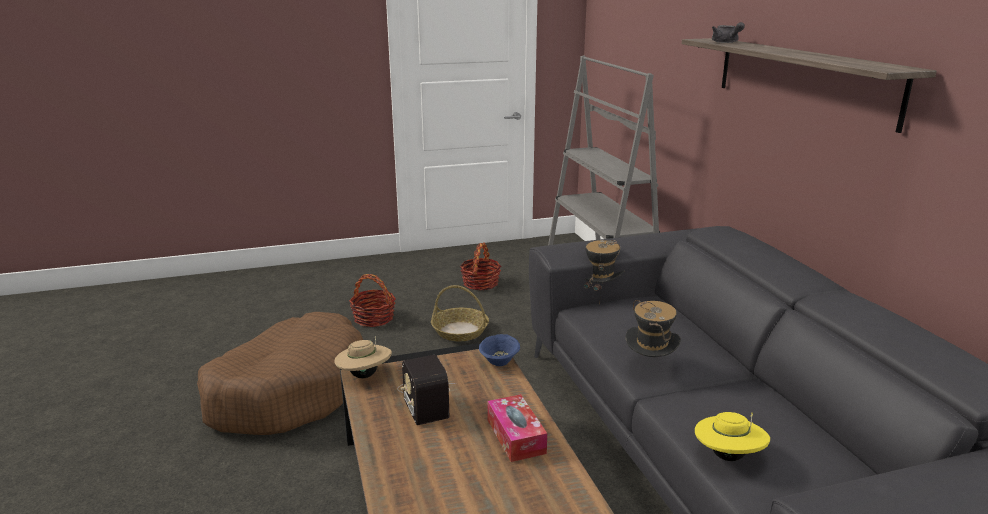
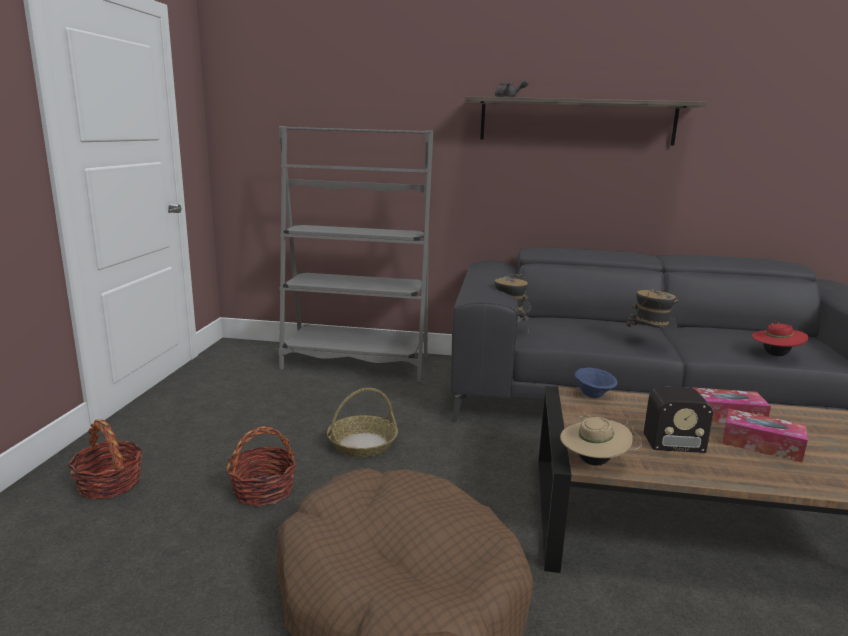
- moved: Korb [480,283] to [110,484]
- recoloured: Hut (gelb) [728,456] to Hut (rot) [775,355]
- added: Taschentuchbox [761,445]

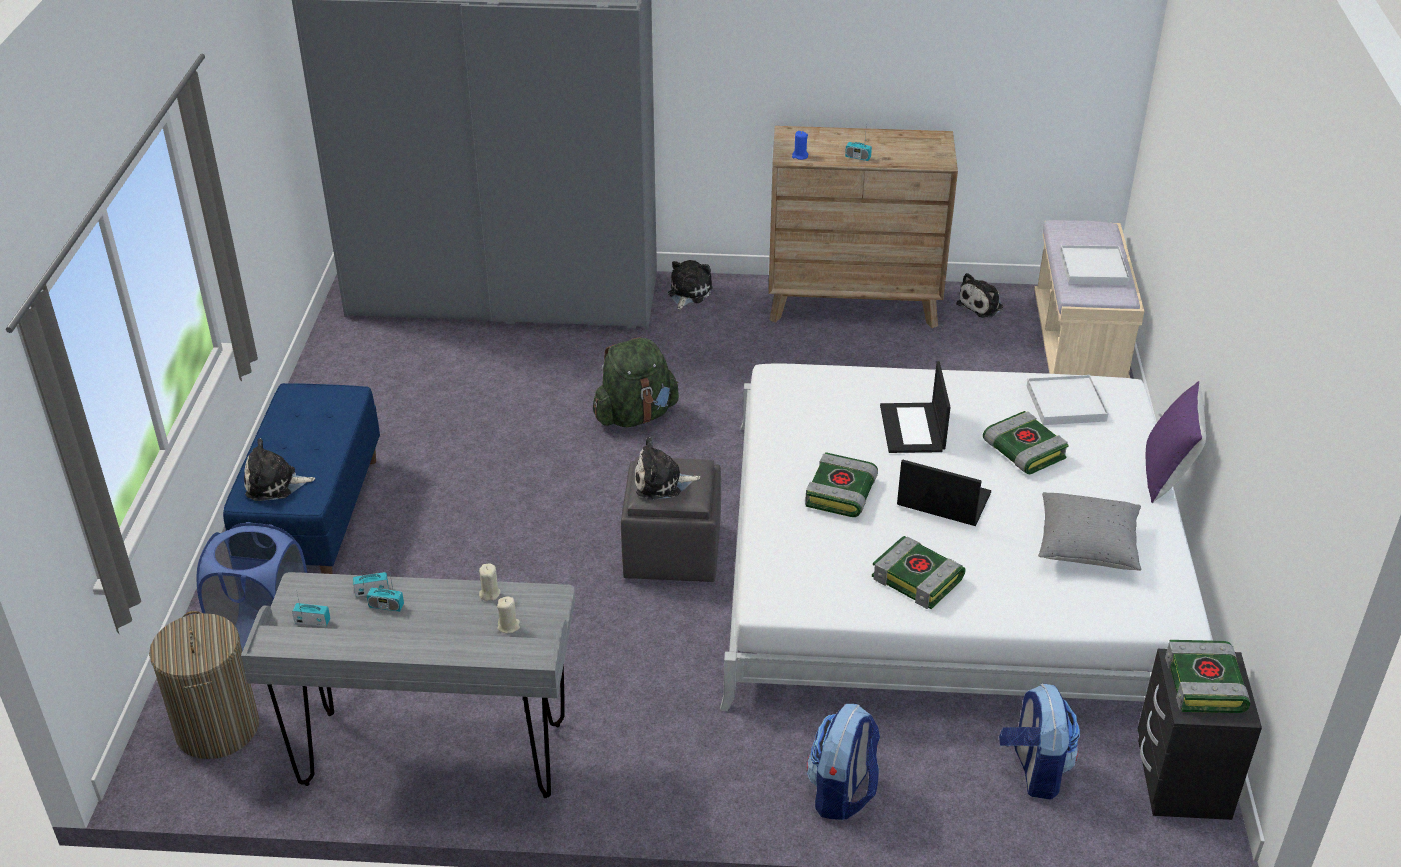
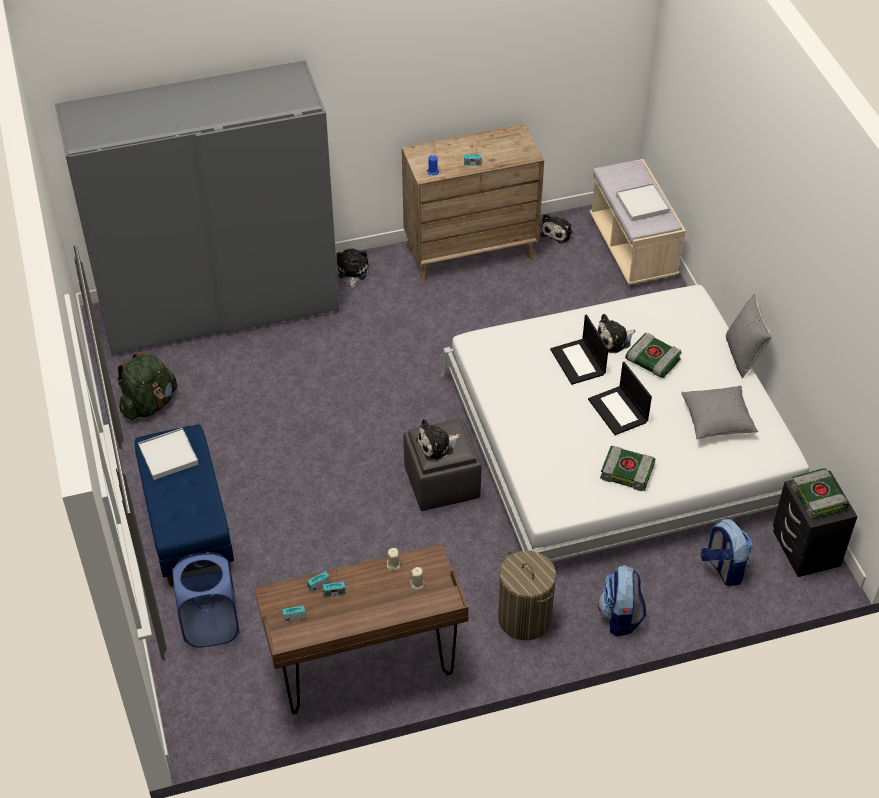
- moved: Wäschekorb [217,728] to [524,618]
- recoloured: Schreibtisch (grau) [434,756] to Schreibtisch (braun) [365,669]
- moved: Plüschtier [275,484] to [614,340]
- moved: Rucksack (grün) [636,415] to [149,404]
- removed: Buch [841,494]
- turned: Laptop [942,500] = [618,411] 120 degrees counterclockwise
- moved: Tablett (weiß) [1065,403] to [168,456]
- recoloured: Kissen (lila) [1167,476] to Kissen (grau) [743,355]

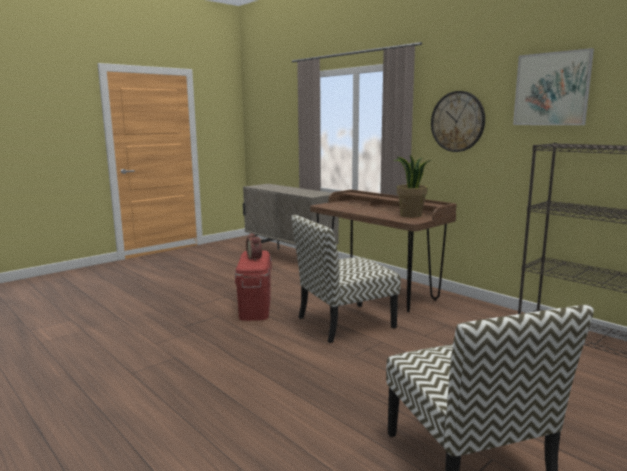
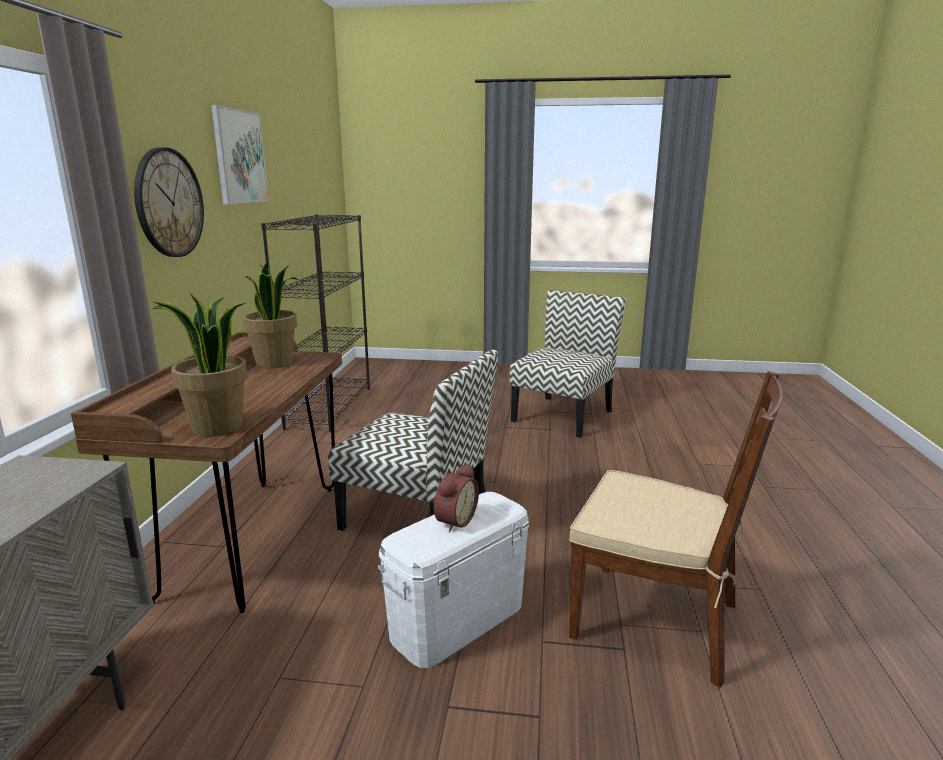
- recoloured: Aufbewahrungsbox (rot) [255,308] to Aufbewahrungsbox (weiß) [458,620]
- added: Topfpflanze [217,427]
- added: Stuhl (braun) [656,620]

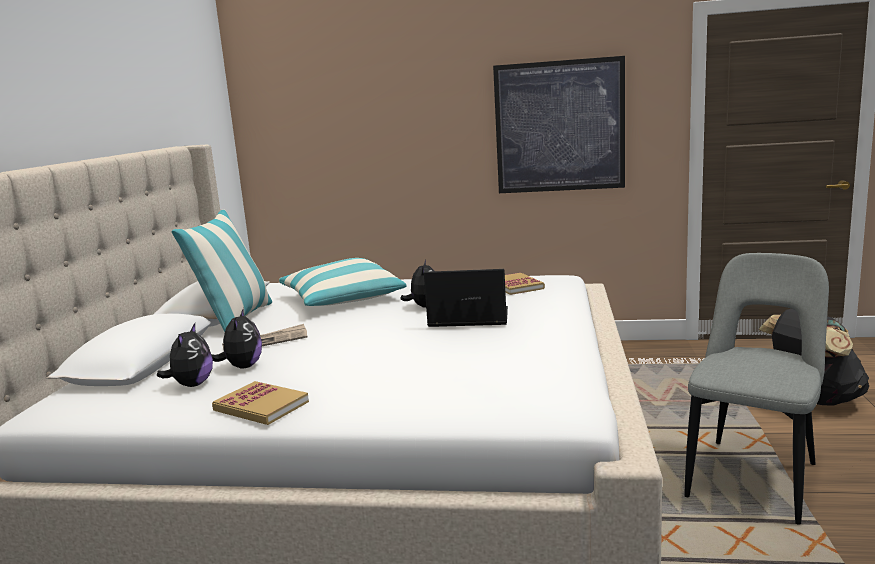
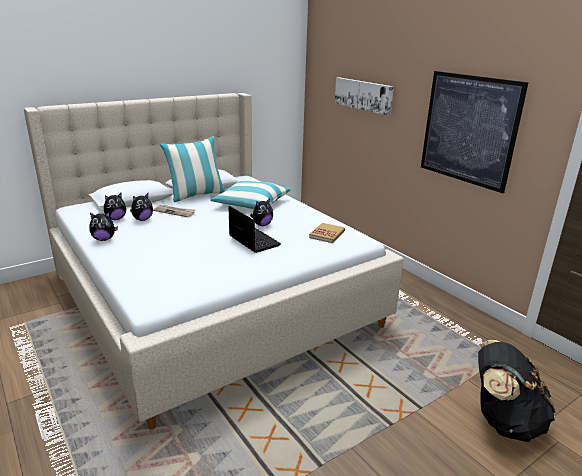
- replaced: Buch [261,406] to Plüschtier [104,239]
- removed: Stuhl (grau) [754,476]
- added: Bild [363,95]

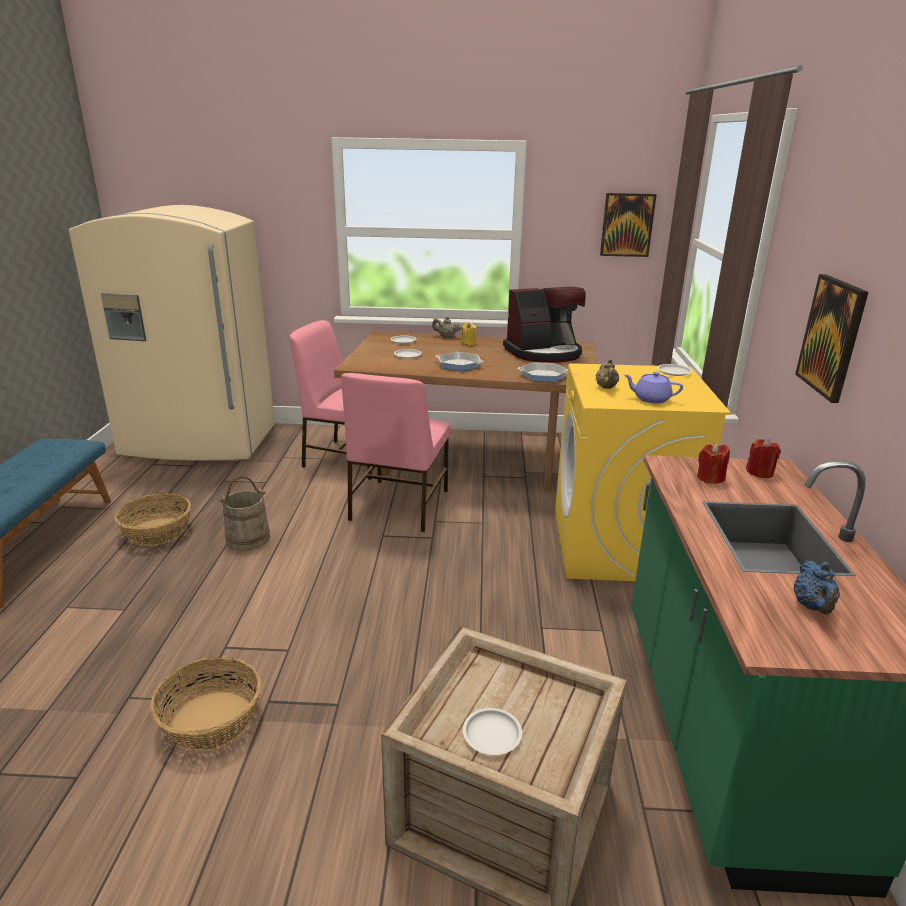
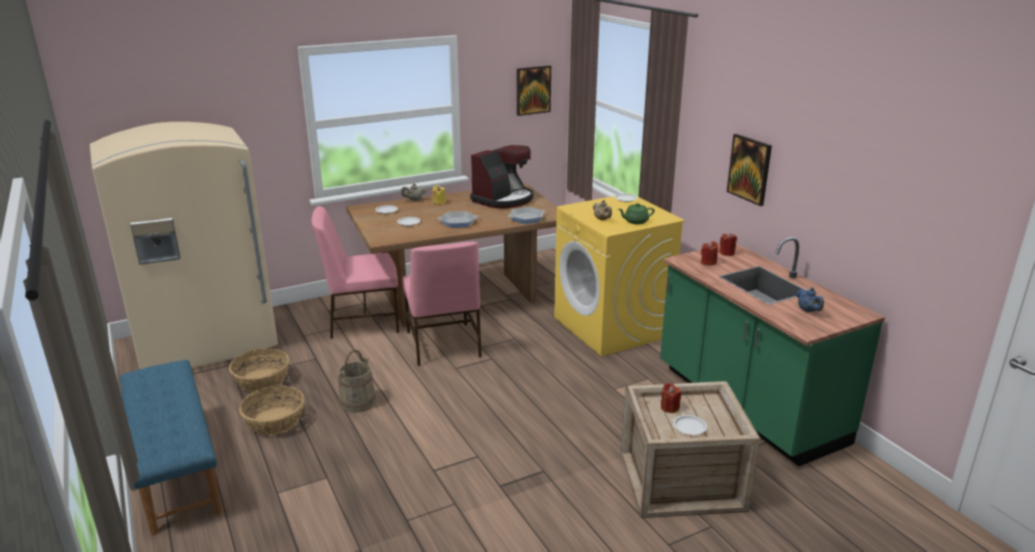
- moved: Korb [211,721] to [262,381]
- recoloured: Teekanne (lila) [650,399] to Teekanne (grün) [635,221]
- added: Kerze (rot) [669,408]

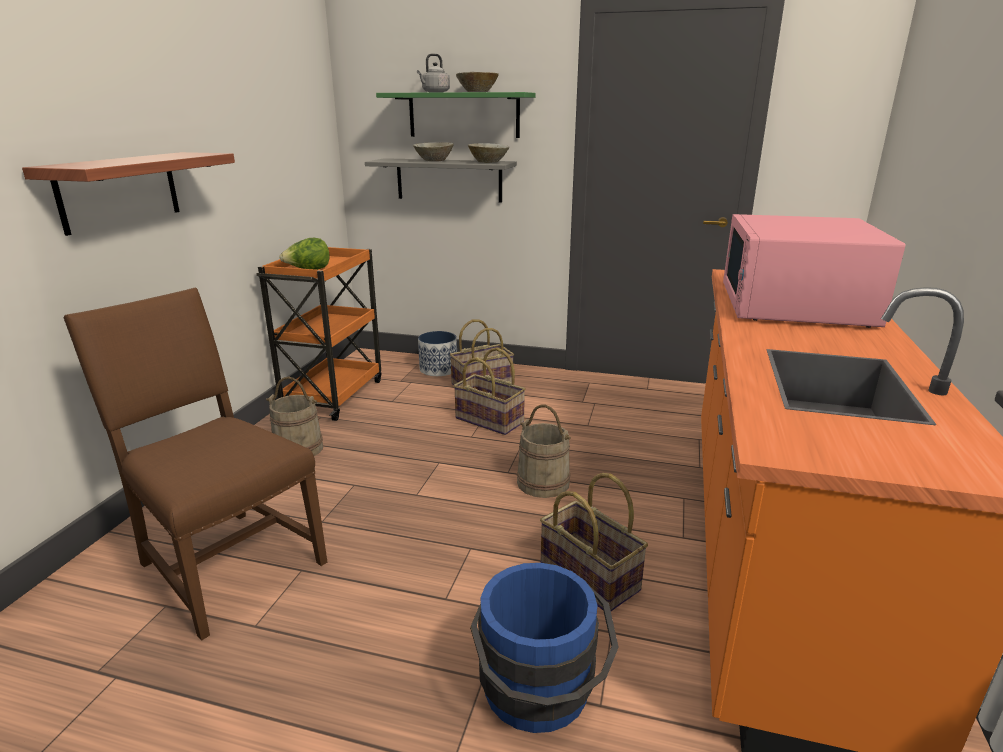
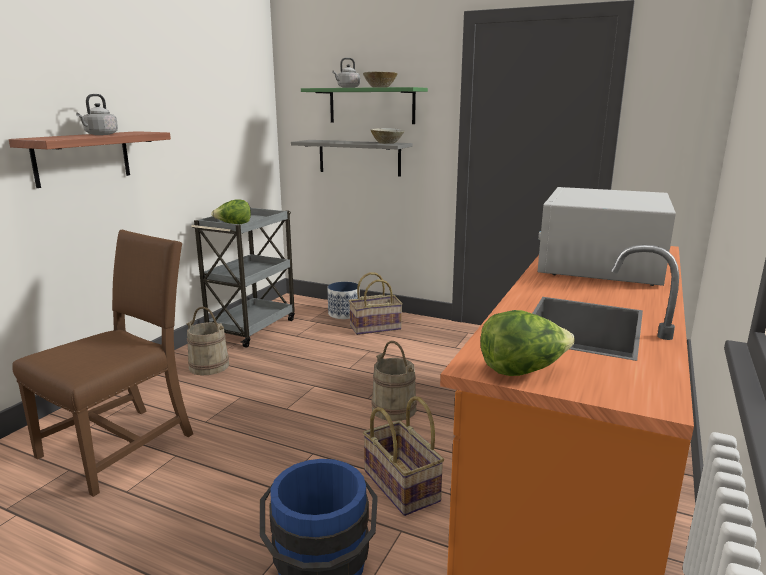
- turned: Stuhl (braun) [226,563] = [123,444] 75 degrees clockwise
- recoloured: Rollwagen (orange) [333,395] to Rollwagen (grau) [252,328]
- removed: Schüssel (beige) [434,161]
- removed: Korb [490,420]
- recoloured: Mikrowelle (rosa) [793,305] to Mikrowelle (weiß) [600,265]
- added: Wasserkessel (grau) [100,134]
- added: Salatkopf [522,371]

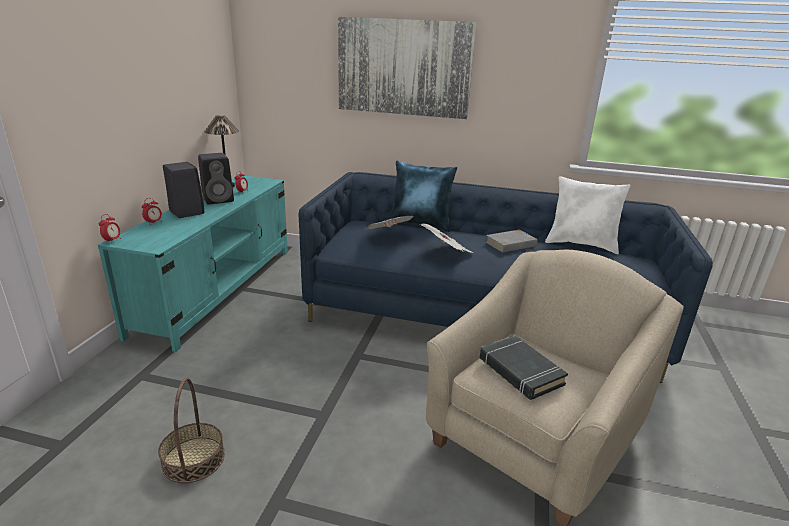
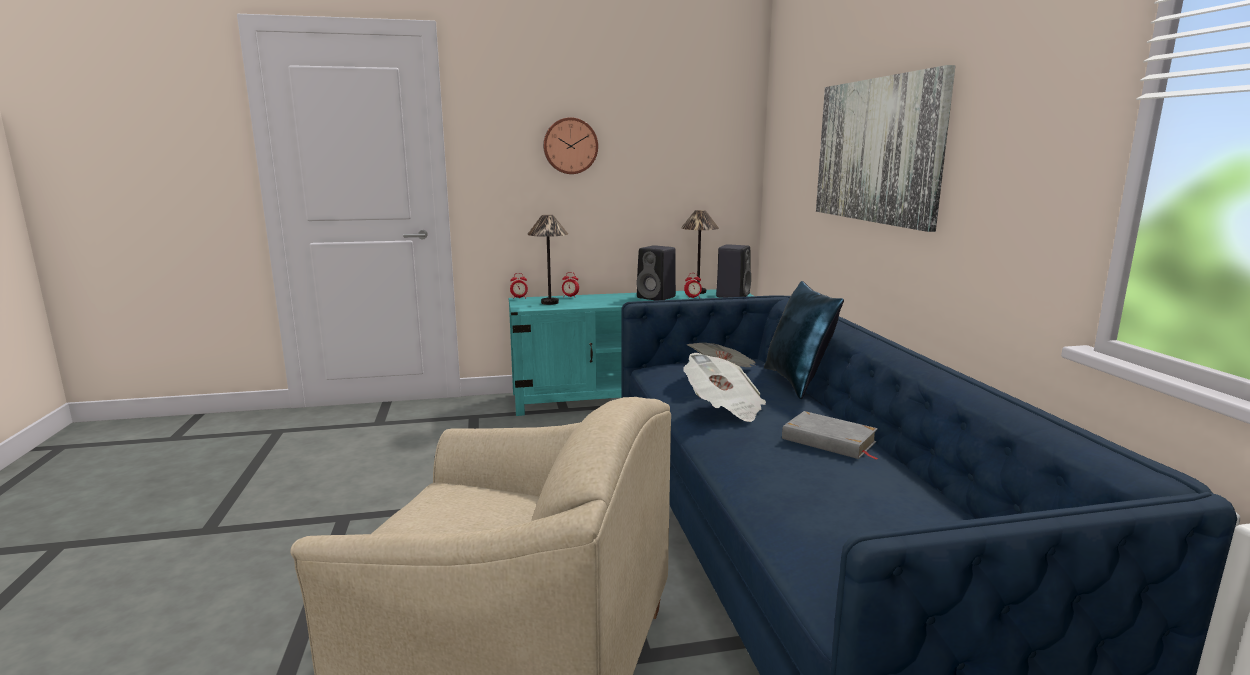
- removed: Korb [193,459]
- moved: Lautsprecher (schwarz) [186,212] to [733,295]
- removed: Buch (schwarz) [520,371]
- removed: Kissen (weiß) [581,244]
- added: Tischlampe [549,302]
- added: Wanduhr [570,146]

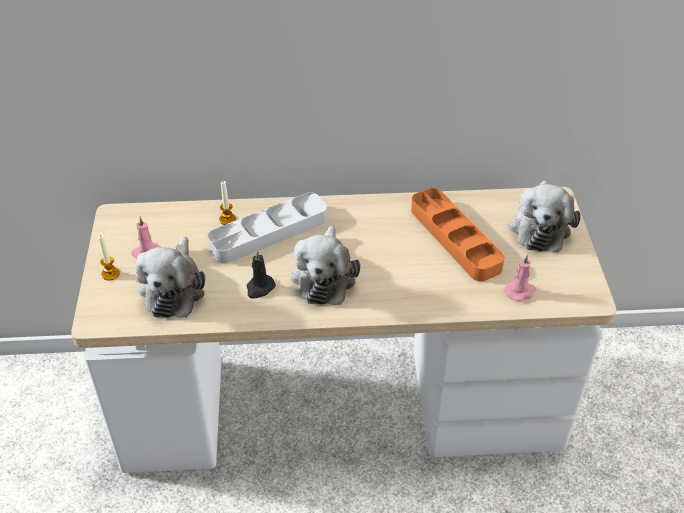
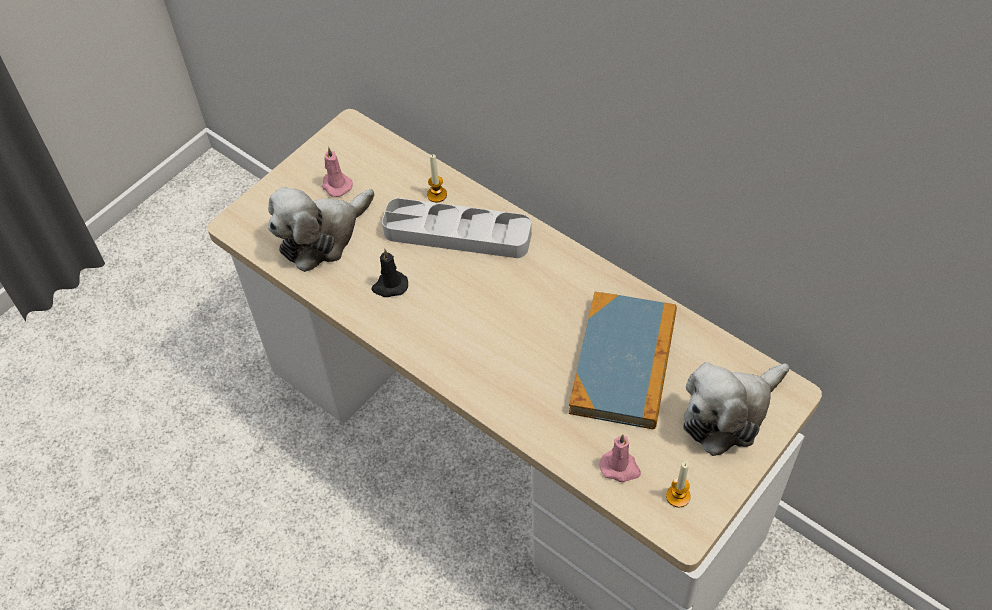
- moved: Kerze [110,274] to [678,496]
- removed: Plüschtier [324,276]
- replaced: Tablett (orange) [455,238] to Buch [623,363]

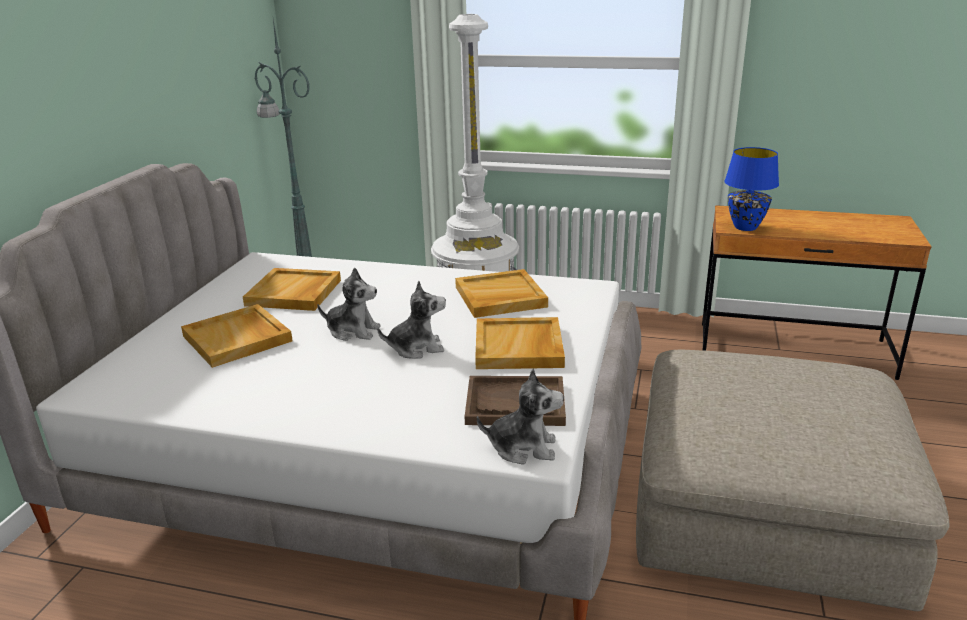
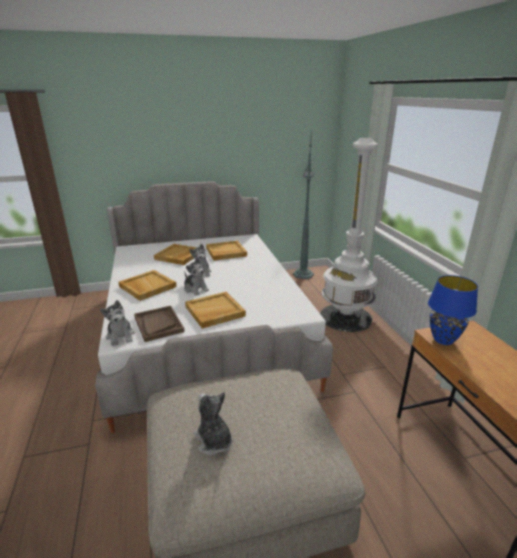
- moved: Tablett (beige) [500,297] to [147,287]
- added: Plüschtier [213,441]

